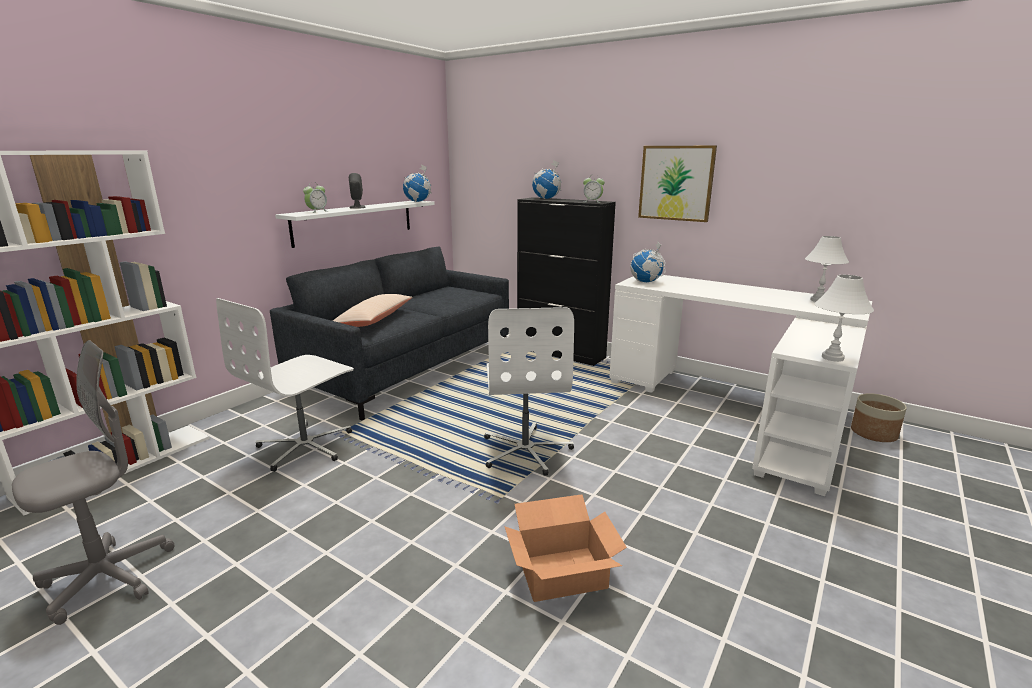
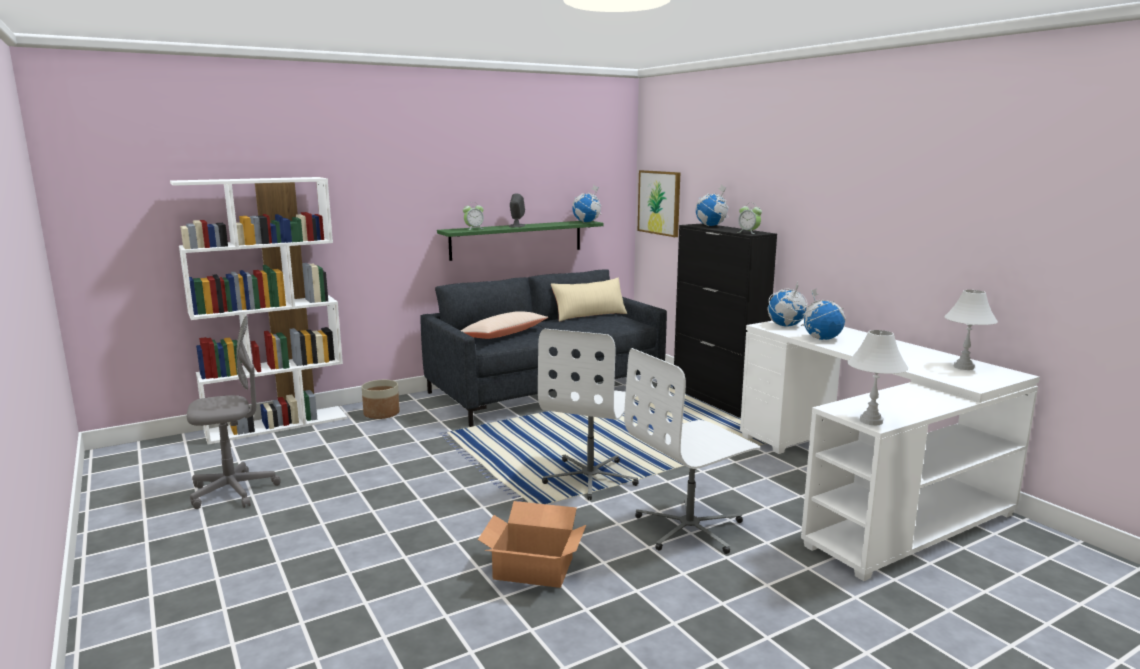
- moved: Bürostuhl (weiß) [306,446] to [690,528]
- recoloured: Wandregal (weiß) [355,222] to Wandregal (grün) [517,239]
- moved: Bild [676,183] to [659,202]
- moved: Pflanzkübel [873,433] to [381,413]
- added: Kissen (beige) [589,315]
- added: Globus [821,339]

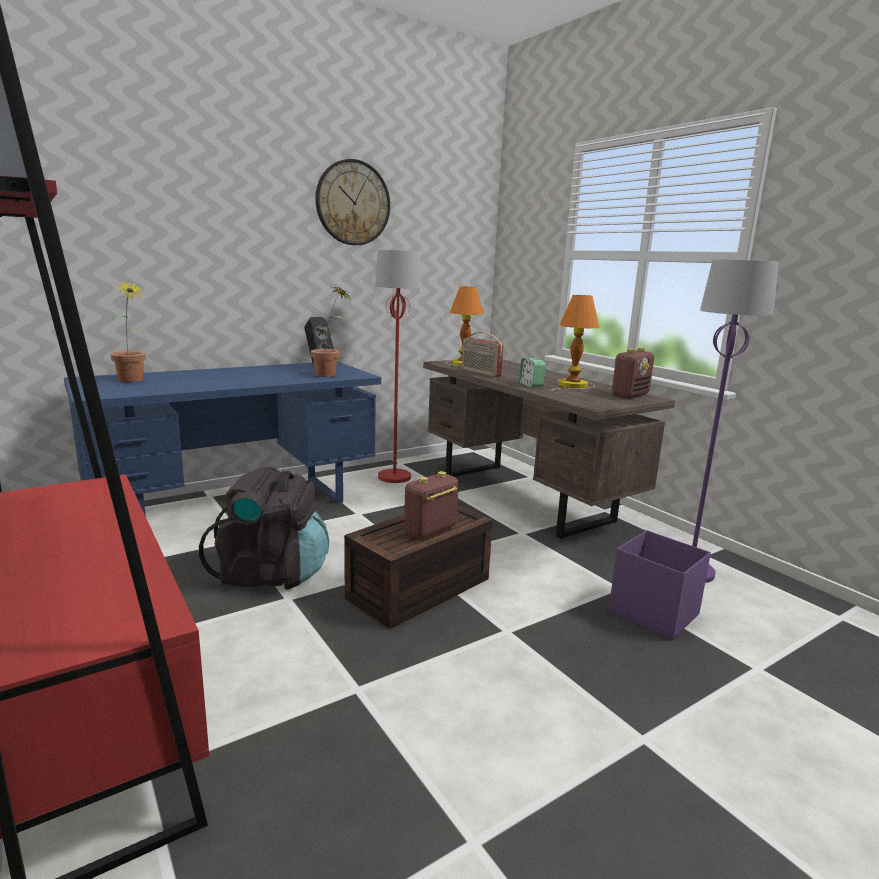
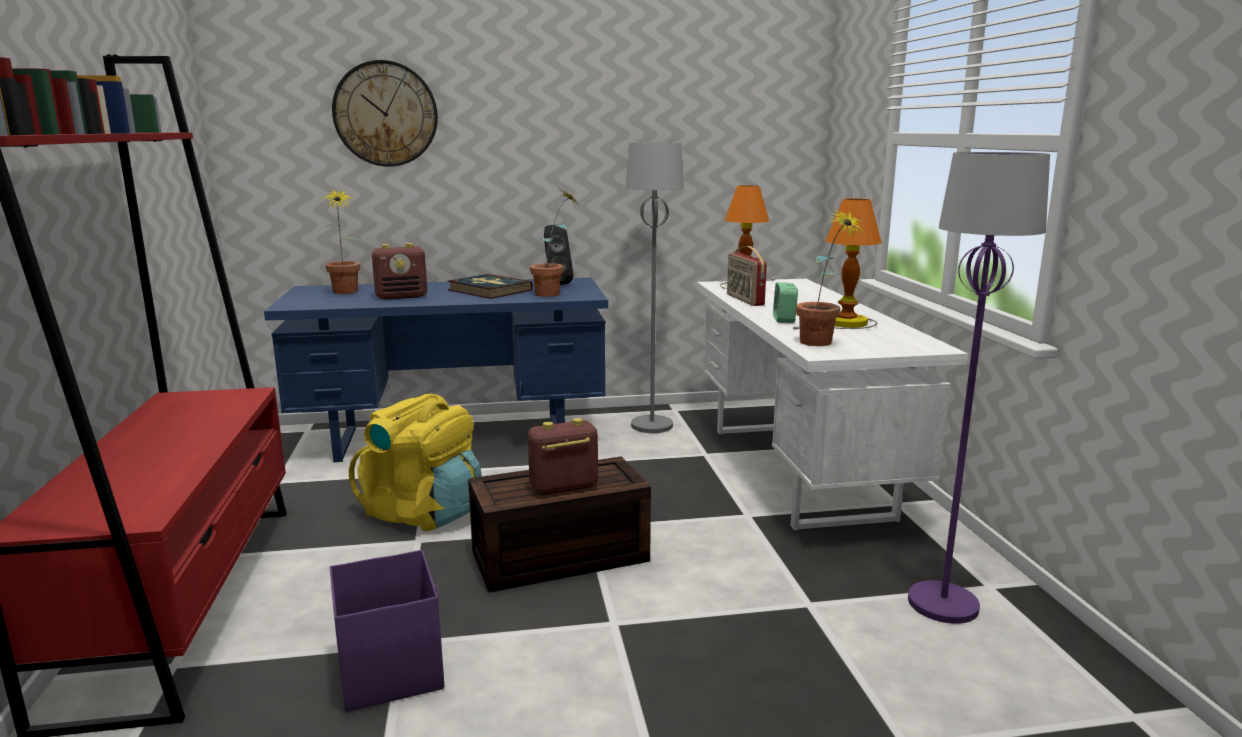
- recoloured: Rucksack (schwarz) [271,574] to Rucksack (gelb) [424,513]
- moved: Wanduhr [353,203] to [385,114]
- recoloured: Stehlampe (rot) [394,477] to Stehlampe (grau) [652,425]
- recoloured: Schreibtisch (braun) [525,497] to Schreibtisch (weiß) [798,471]
- moved: Aufbewahrungsbox (lila) [652,612] to [391,670]
- moved: Radio [630,395] to [402,297]
- added: Buch [489,290]
- added: Topfpflanze [822,344]

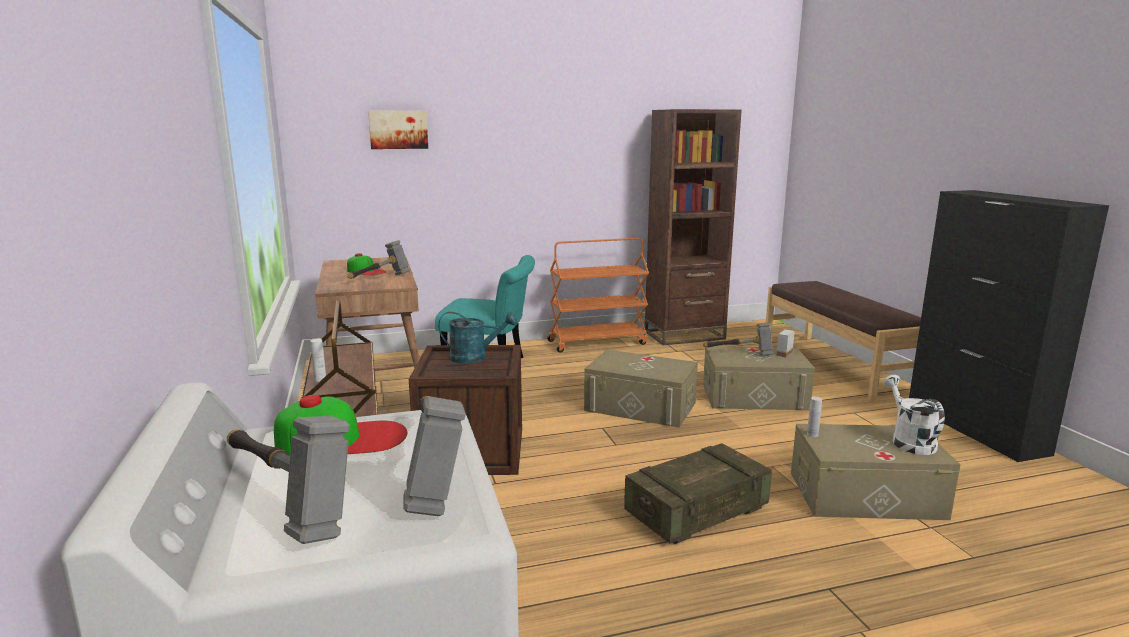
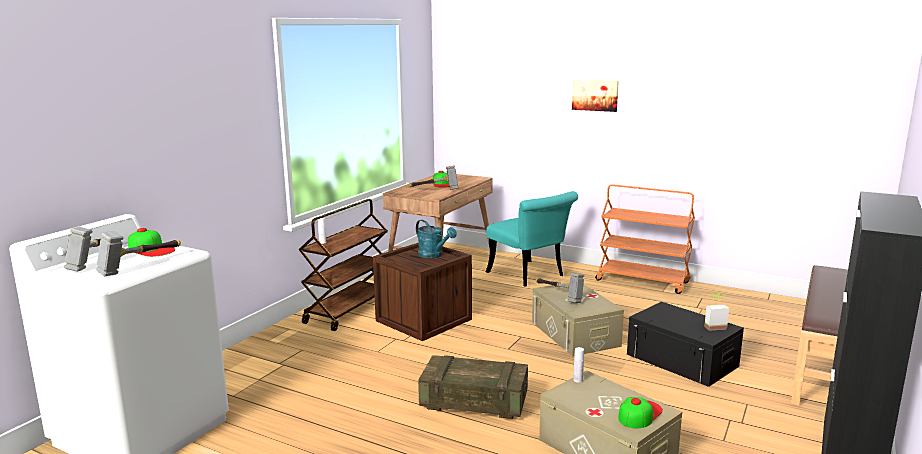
- moved: Bild [398,129] to [595,95]
- removed: Bücherregal (braun) [684,335]
- moved: Hammer [739,354] to [559,296]
- recoloured: Aufbewahrungsbox (beige) [754,397] to Aufbewahrungsbox (schwarz) [682,360]
- replaced: Gießkanne (weiß) [908,441] to Kappe [639,414]

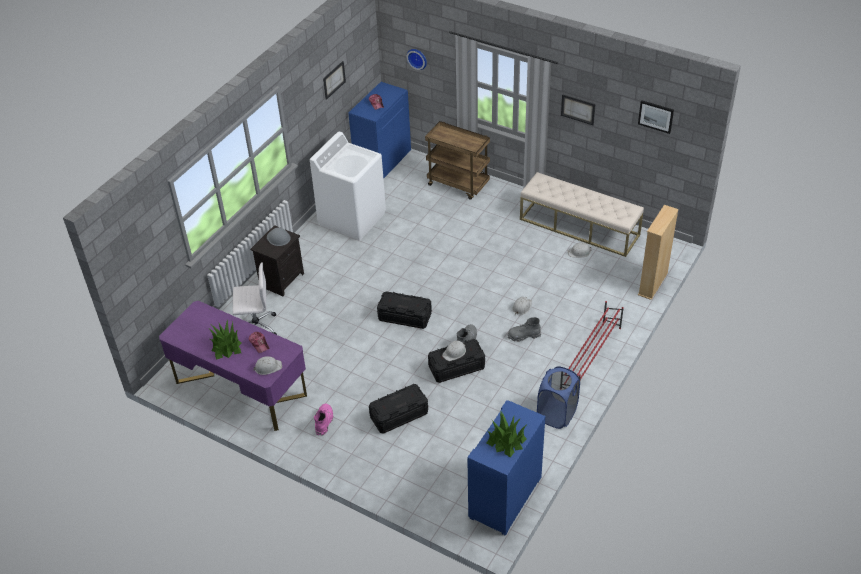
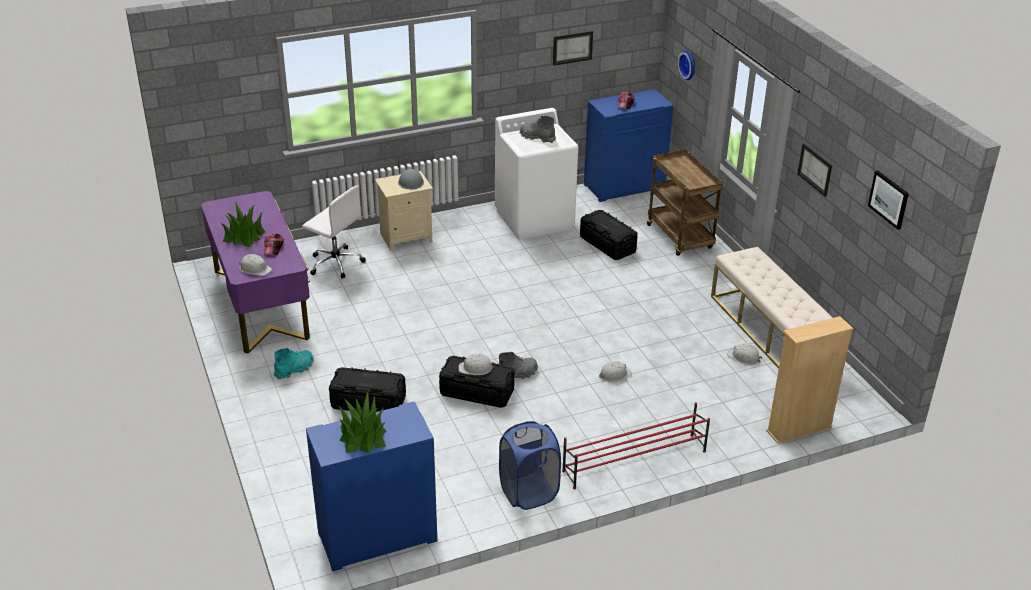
- recoloured: Nachttisch (schwarz) [281,279] to Nachttisch (beige) [406,237]
- recoloured: Stiefel (rosa) [324,421] to Stiefel (türkis) [294,369]
- moved: Aufbewahrungsbox (schwarz) [404,317] to [607,244]
- moved: Stiefel (grau) [523,335] to [537,137]

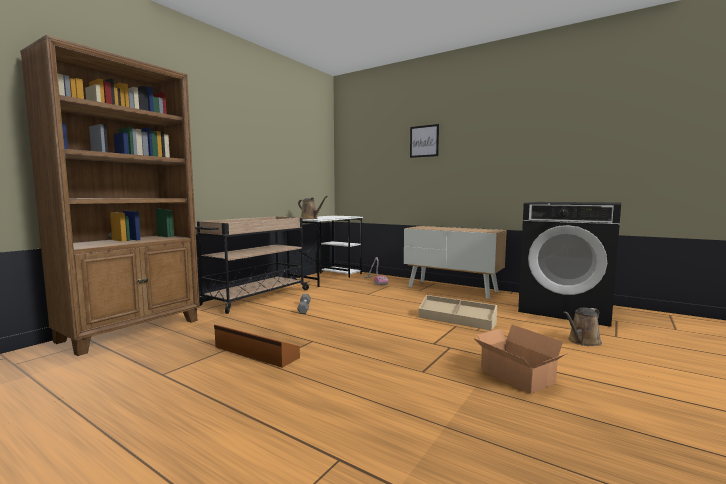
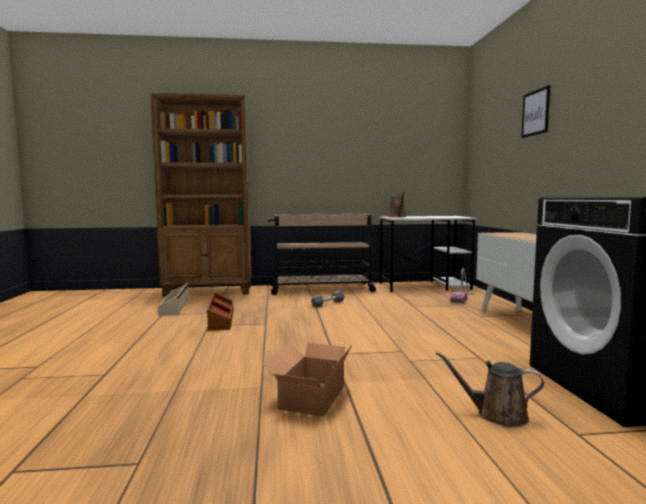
- moved: Aufbewahrungsbox (beige) [456,320] to [175,306]

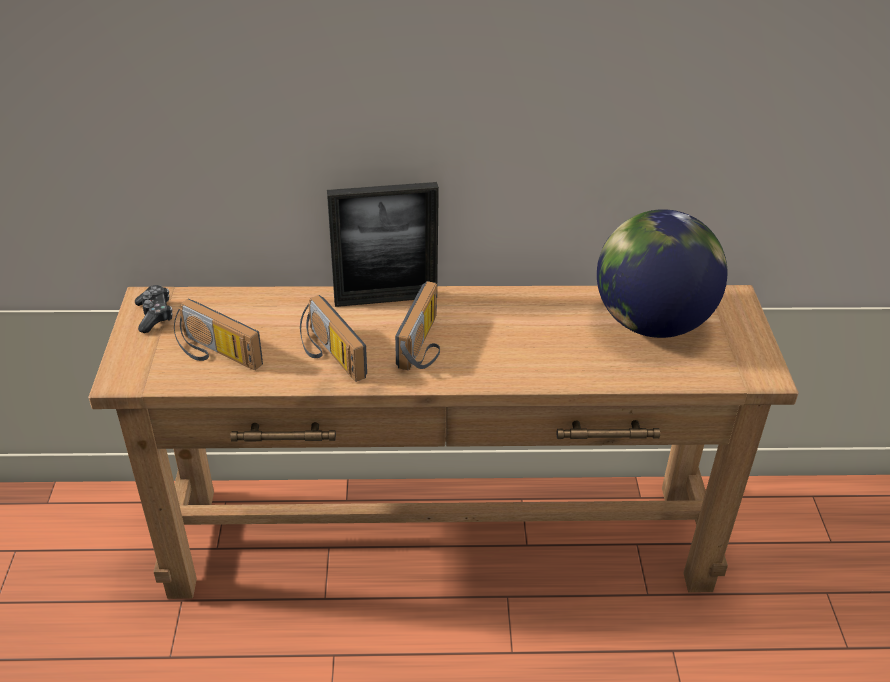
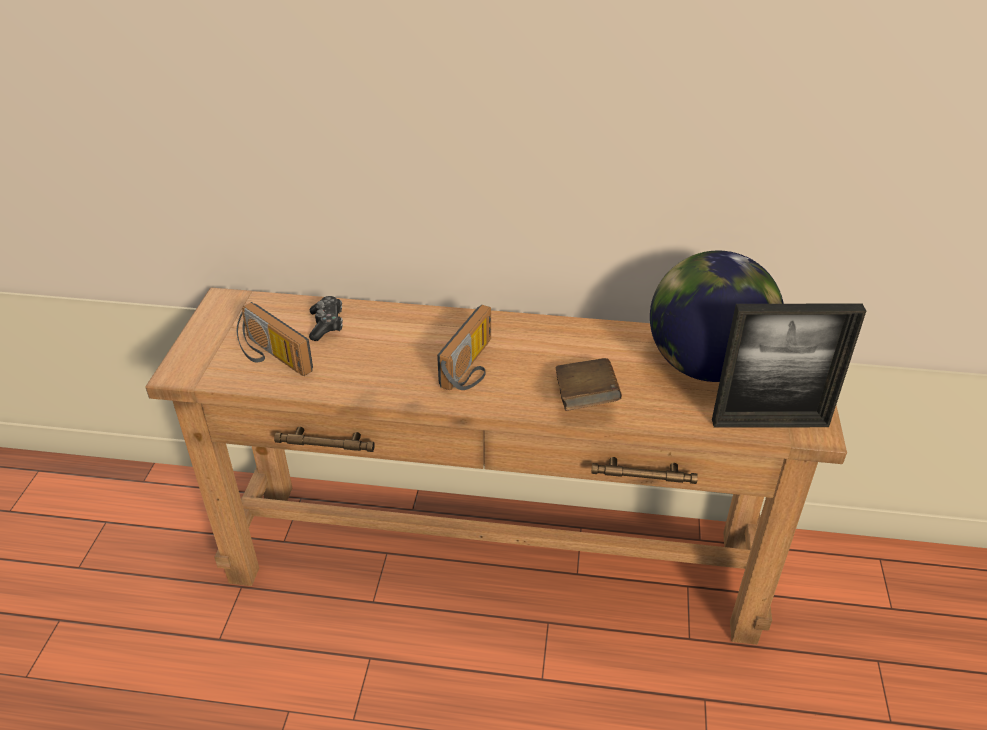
- moved: Gamepad [155,315] to [326,324]
- removed: Radio [328,355]
- moved: Bilderrahmen [385,299] to [770,423]
- added: Buch (braun) [585,399]

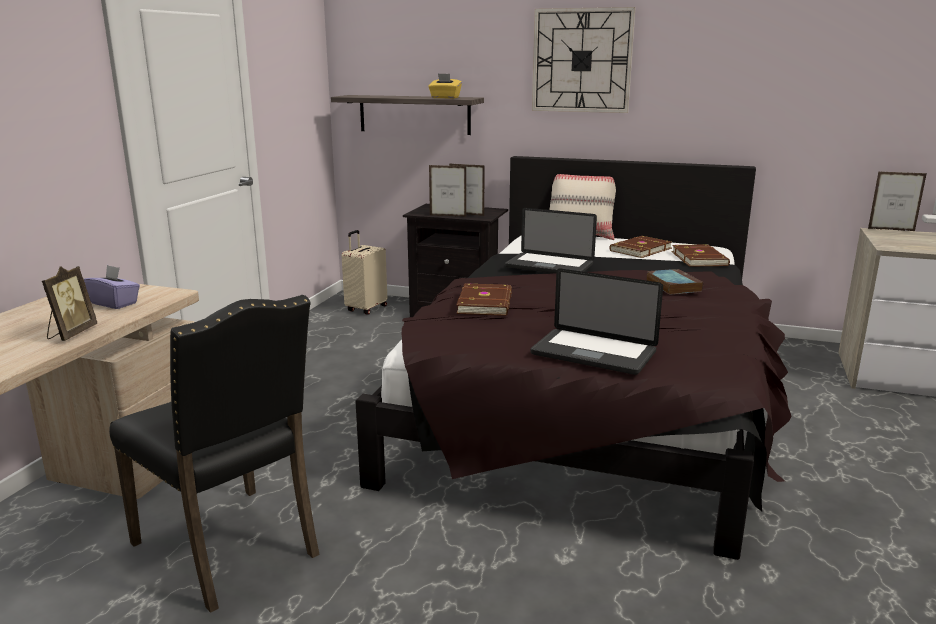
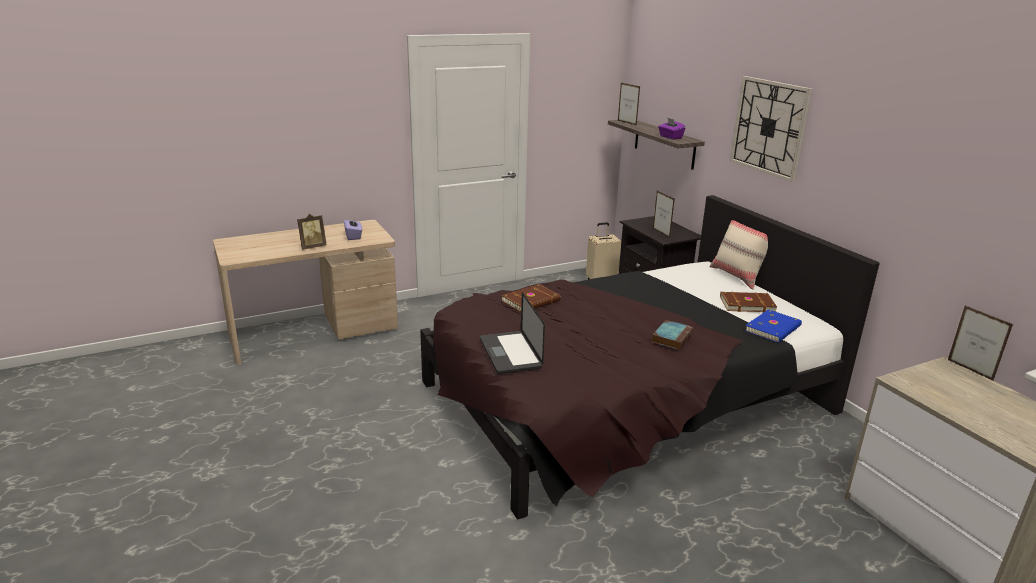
- removed: Stuhl (schwarz) [231,548]
- recoloured: Taschentuchbox (gelb) [445,98] to Taschentuchbox (lila) [670,137]
- moved: Bilderrahmen [448,216] to [627,123]
- removed: Laptop [549,266]
- recoloured: Buch (braun) [700,258] to Buch (blau) [774,329]

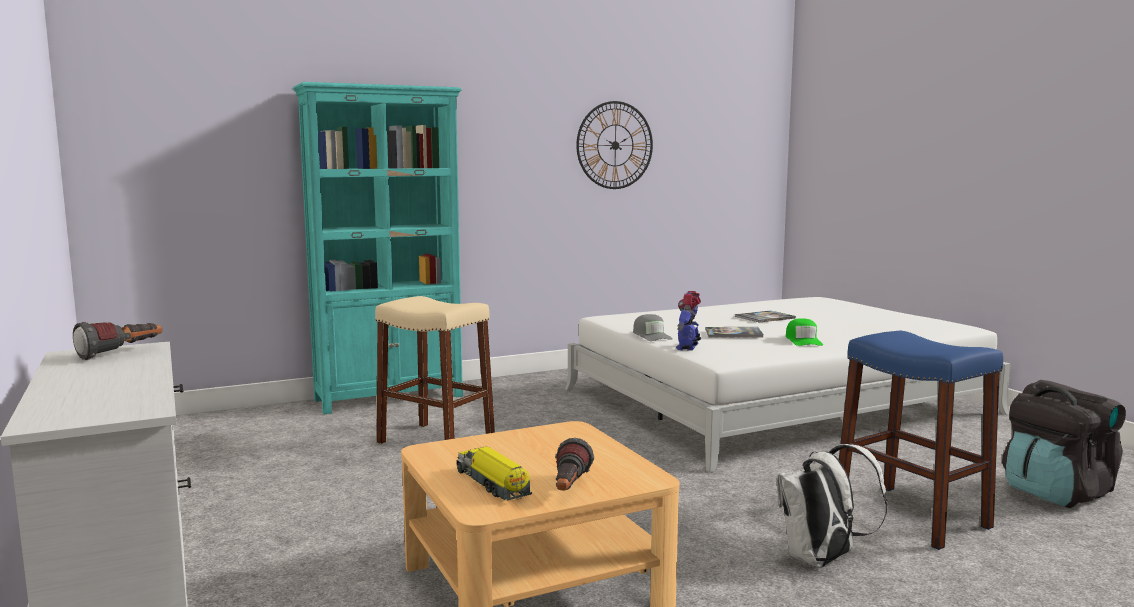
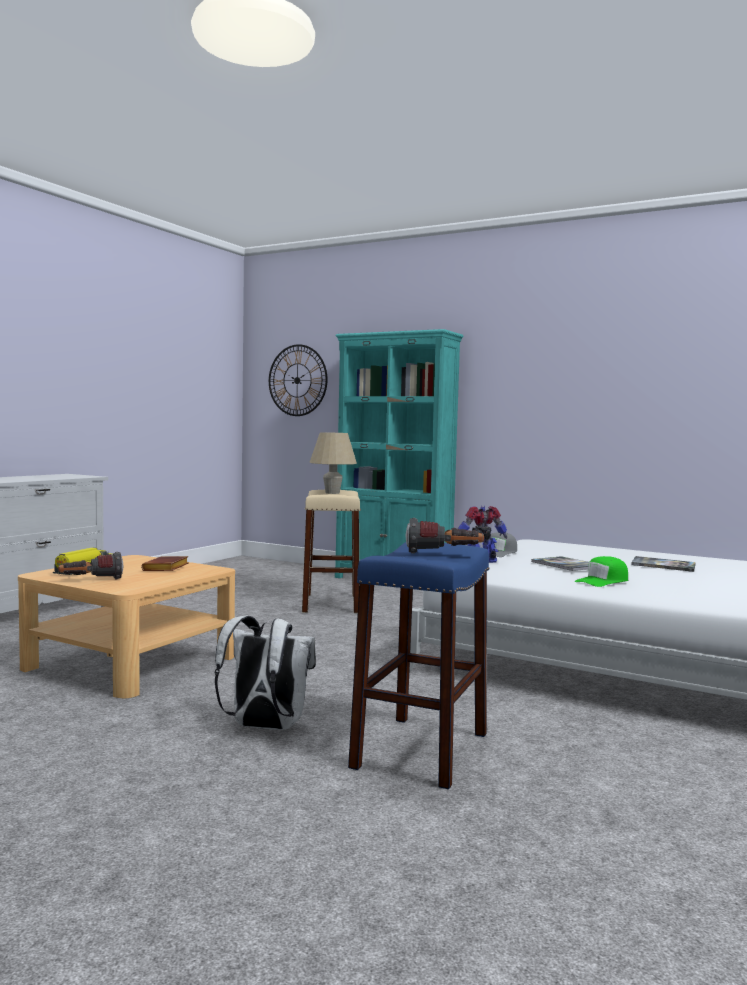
- moved: Taschenlampe [121,353] to [444,554]
- moved: Wanduhr [615,145] to [297,380]
- removed: Rucksack (schwarz) [1056,493]
- added: Buch (braun) [166,569]
- added: Tischlampe (beige) [332,493]

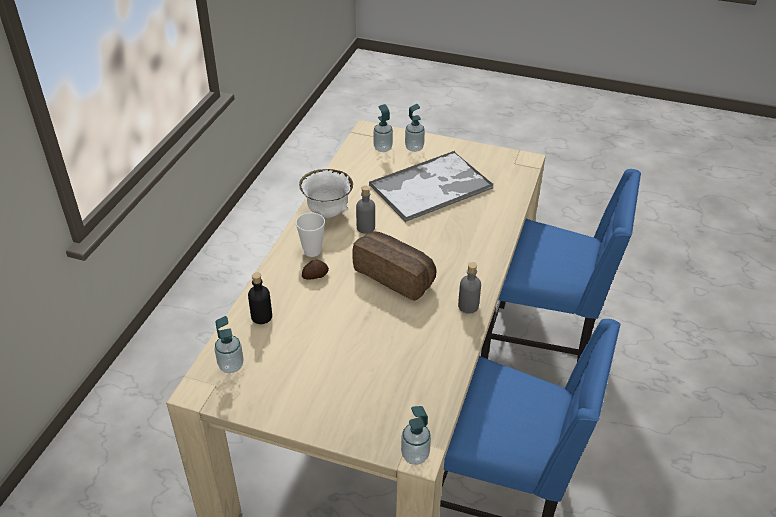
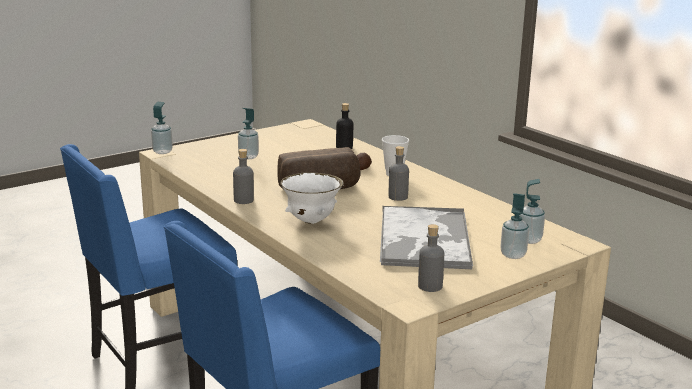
- moved: Seifenspender [231,365] to [248,157]
- moved: Schüssel (weiß) [327,213] to [311,221]
- added: Flasche (grau) [430,286]

